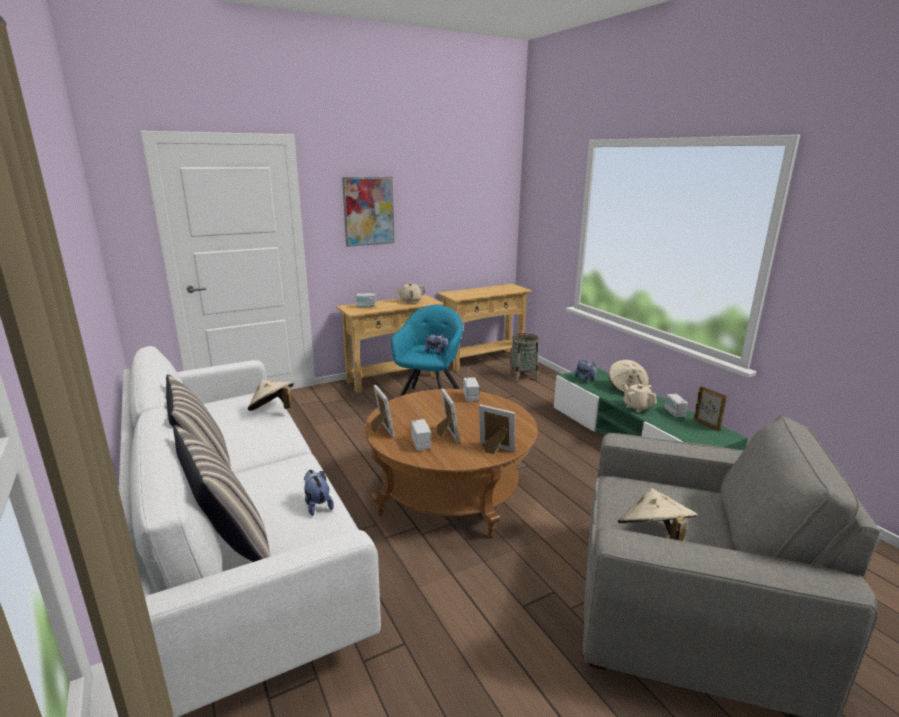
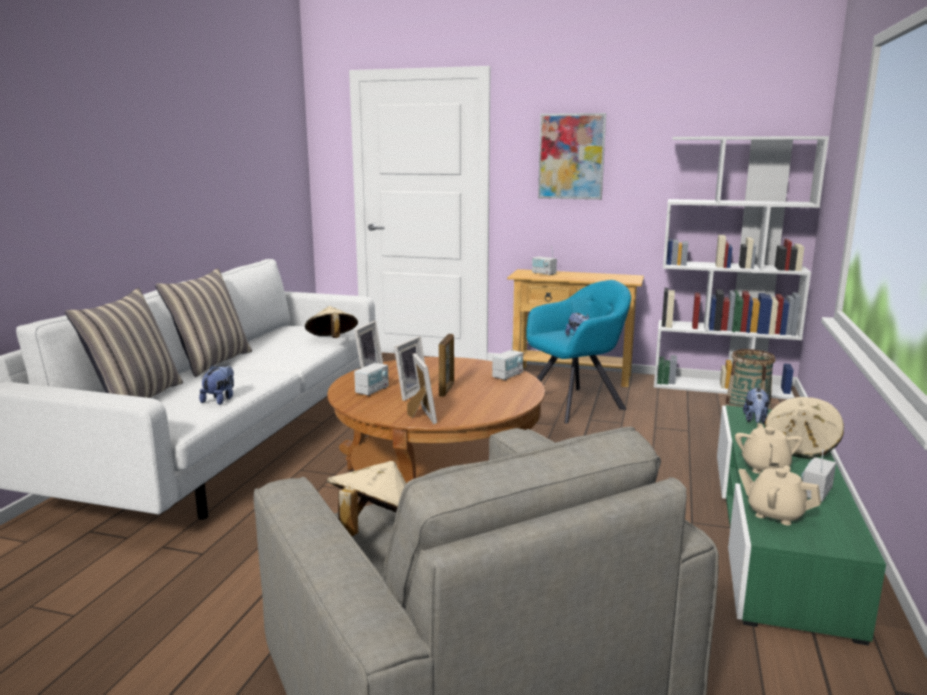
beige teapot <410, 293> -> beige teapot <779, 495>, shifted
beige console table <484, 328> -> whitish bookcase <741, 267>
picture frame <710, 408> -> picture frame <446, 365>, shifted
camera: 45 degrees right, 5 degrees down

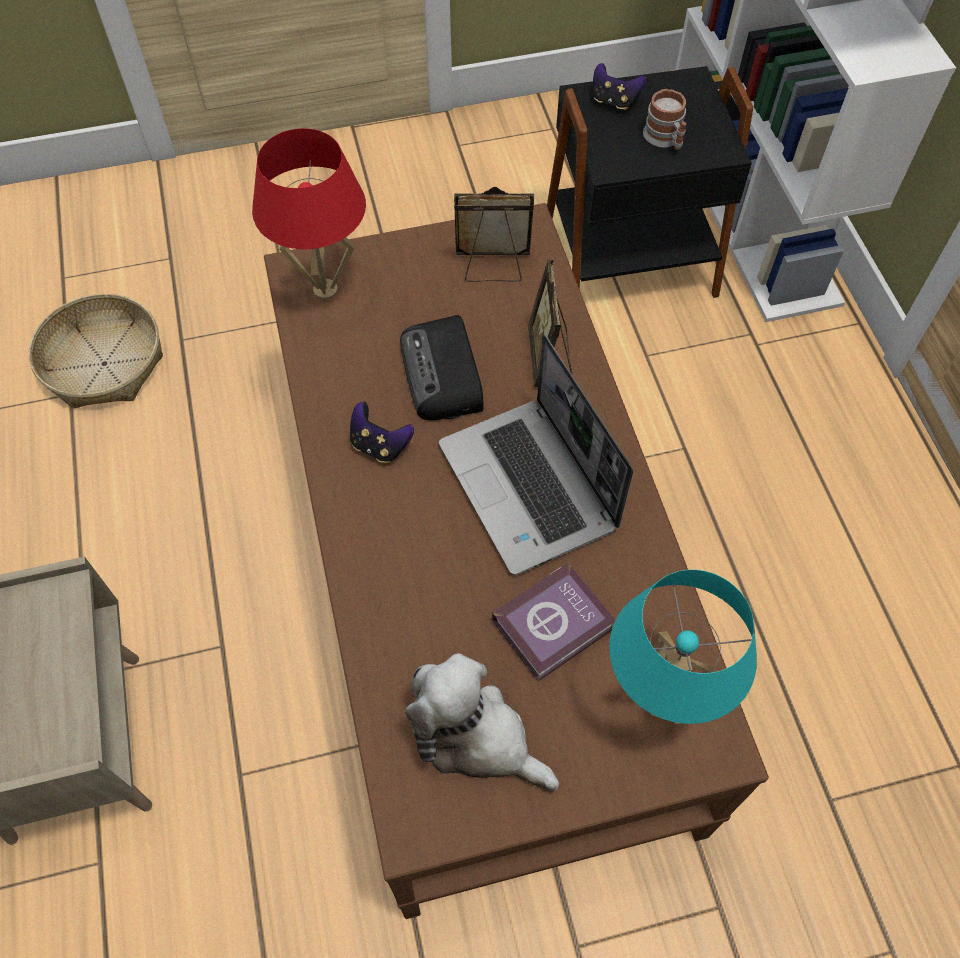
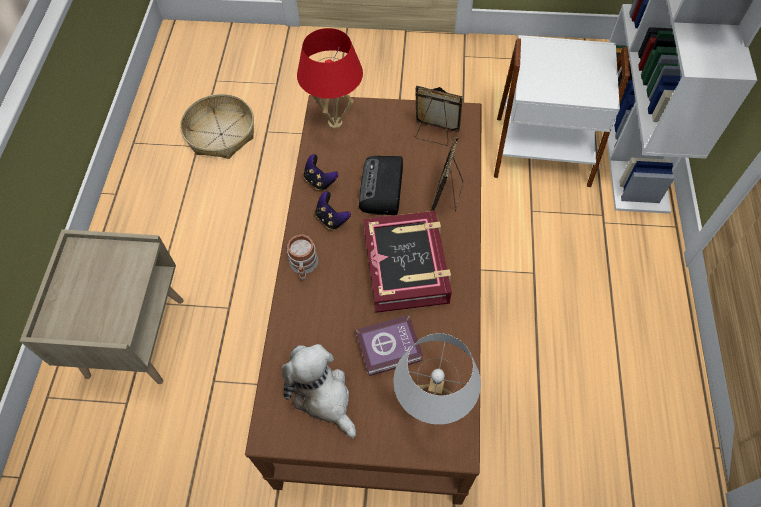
game controller <619, 86> -> game controller <321, 172>, shifted
black-coloured side table <650, 182> -> whitish side table <562, 111>
tea mug <664, 119> -> tea mug <302, 257>, shifted
laptop <536, 454> -> volume <407, 262>
blue-green tabletop lamp <683, 647> -> whitish tabletop lamp <437, 379>
camera: 20 degrees right, 0 degrees up

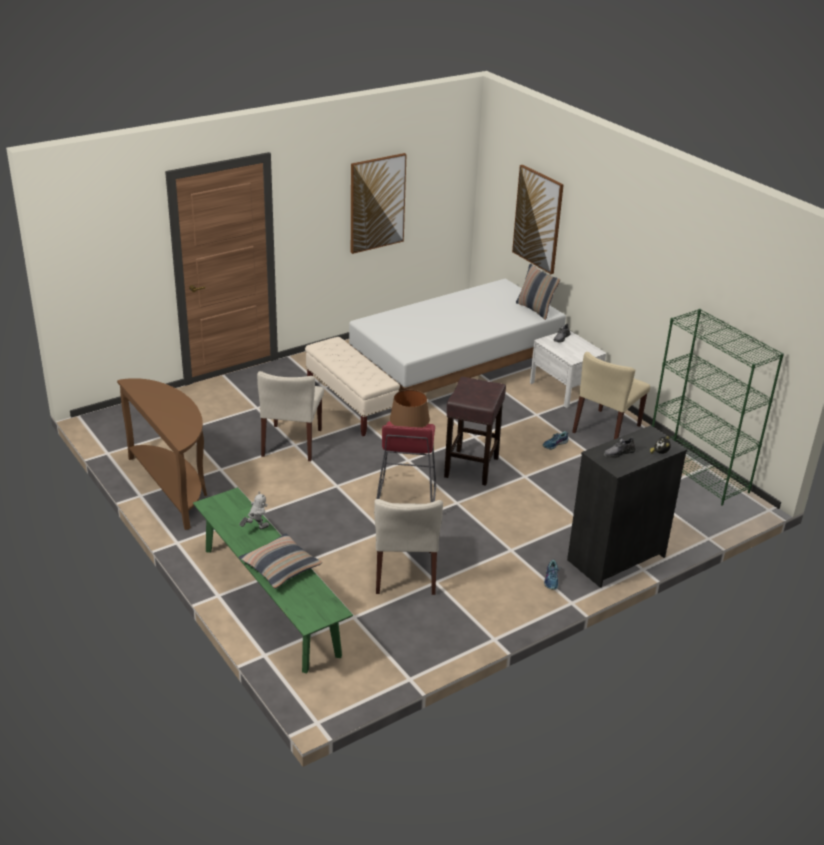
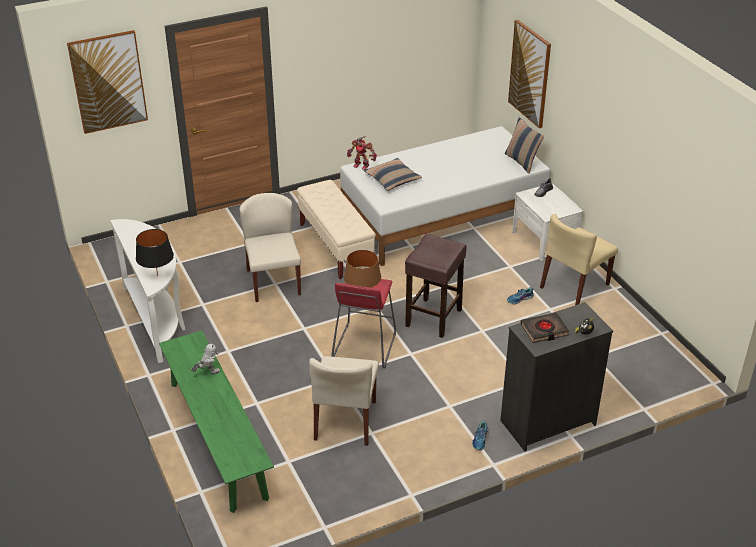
picture <379, 203> -> picture <107, 82>, shifted
greenish bookcase <718, 407> -> none
beige upright chair <290, 416> -> beige upright chair <270, 247>, 150 degrees clockwise
brown-coloured console table <162, 454> -> whitish console table <147, 291>
gray shoe <619, 447> -> black-coloured volume <544, 327>
pillow <281, 561> -> pillow <392, 174>, shifted
none -> model robot <362, 153>
none -> black-coloured tabletop lamp <155, 252>
camera: 10 degrees right, 5 degrees up

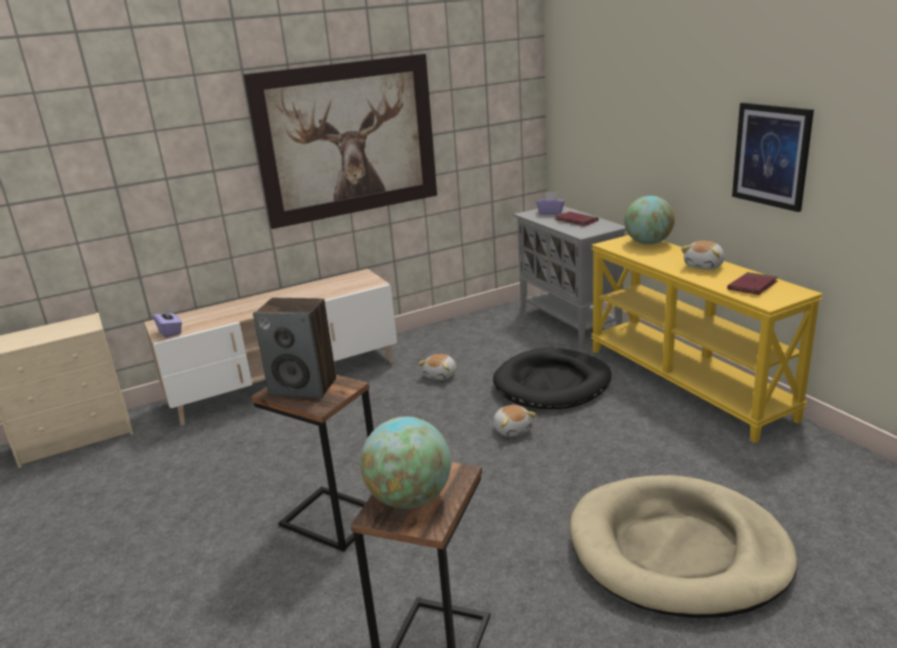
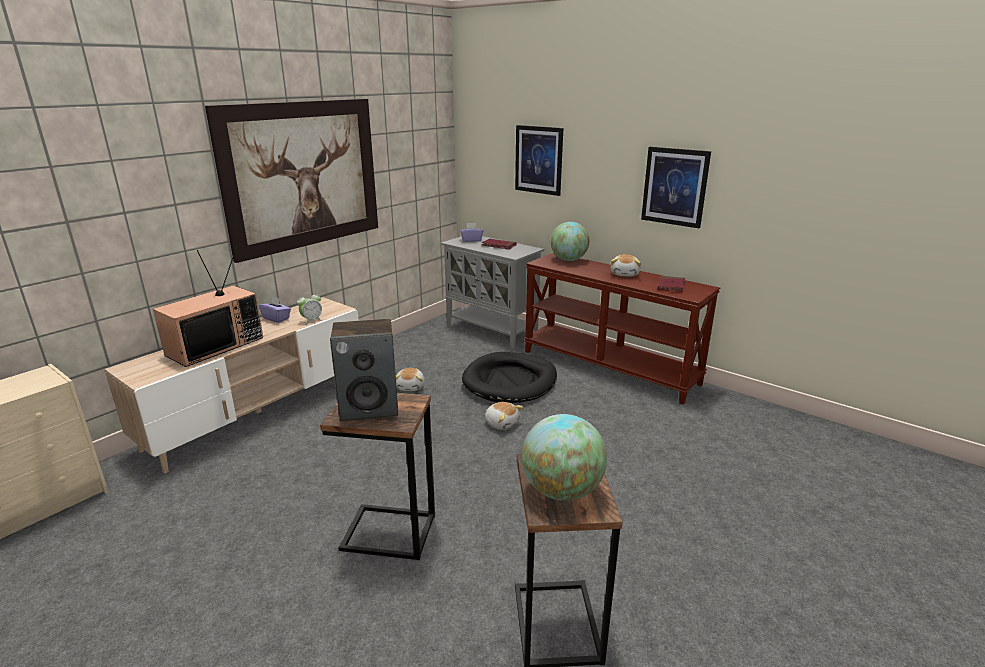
yellow-coloured console table <707, 339> -> brown-coloured console table <622, 329>
purplish box of tissues <167, 323> -> purplish box of tissues <275, 309>, shifted
beige pet bed <683, 546> -> none
none -> picture <539, 160>
none -> TV <208, 307>
none -> alarm clock <309, 308>
camera: 25 degrees left, 0 degrees up

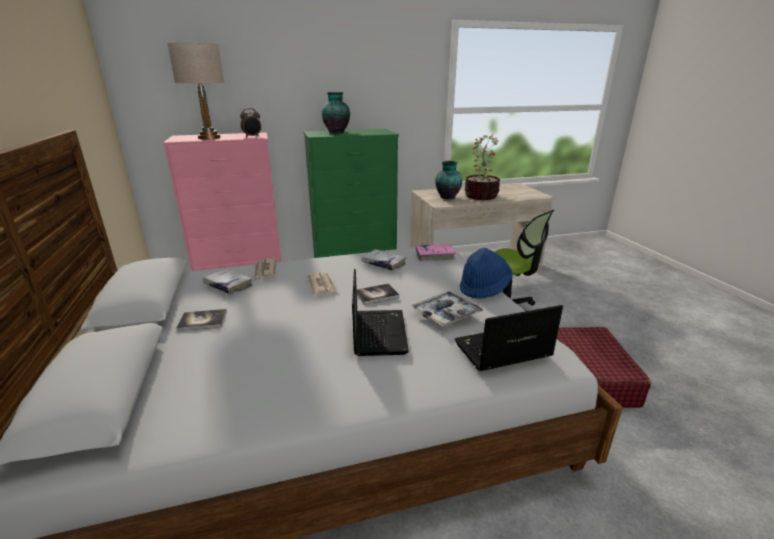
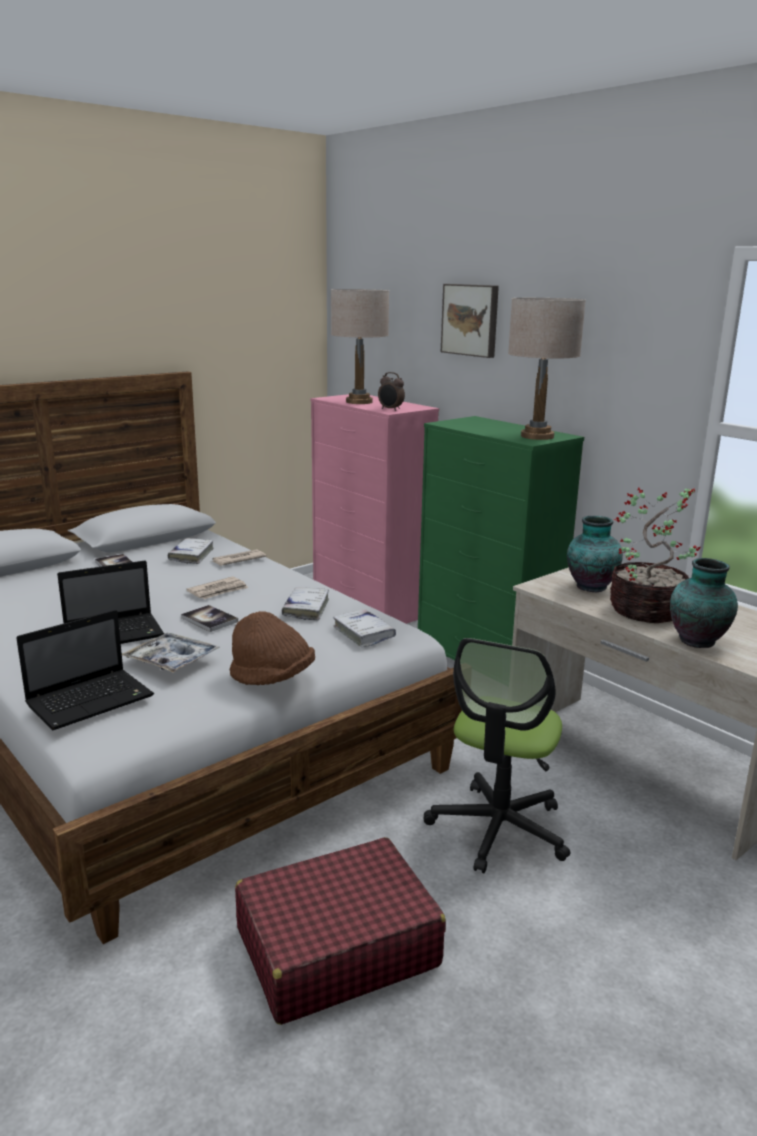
vase <336, 112> -> vase <704, 603>, shifted
pinkish volume <436, 252> -> whitish volume <364, 628>
blue wearable hat <486, 273> -> brown-coloured wearable hat <272, 648>
laptop <509, 338> -> laptop <85, 670>, 90 degrees clockwise
none -> picture <470, 321>
none -> beige tabletop lamp <547, 369>
camera: 65 degrees right, 5 degrees down

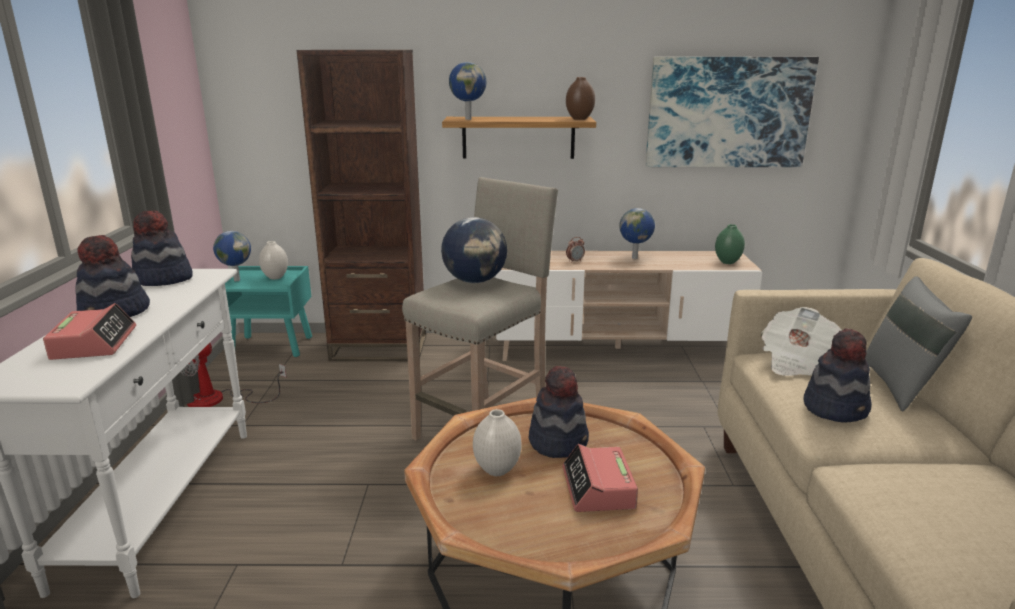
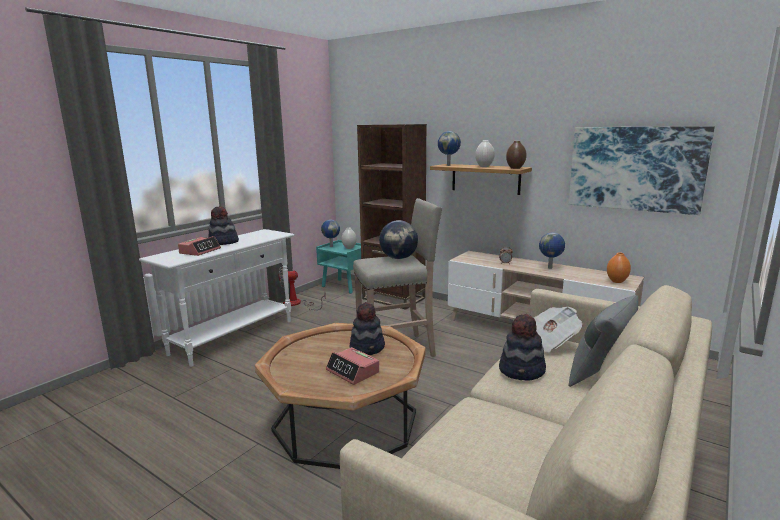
wearable hat <162, 248> -> none
greenish vase <730, 244> -> orange-coloured vase <619, 267>
whitish vase <497, 442> -> whitish vase <485, 153>, shifted
alarm clock <600, 478> -> alarm clock <352, 366>, 75 degrees counterclockwise
camera: 35 degrees right, 5 degrees down

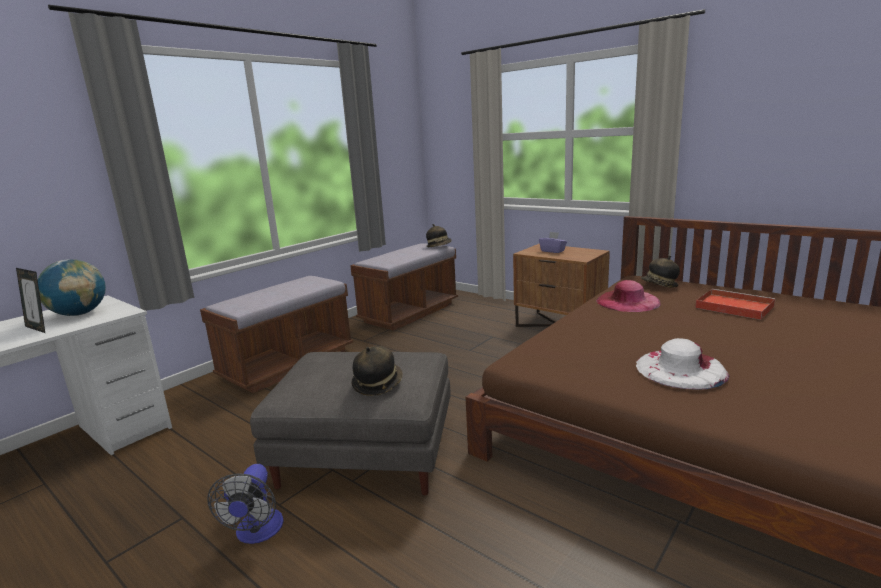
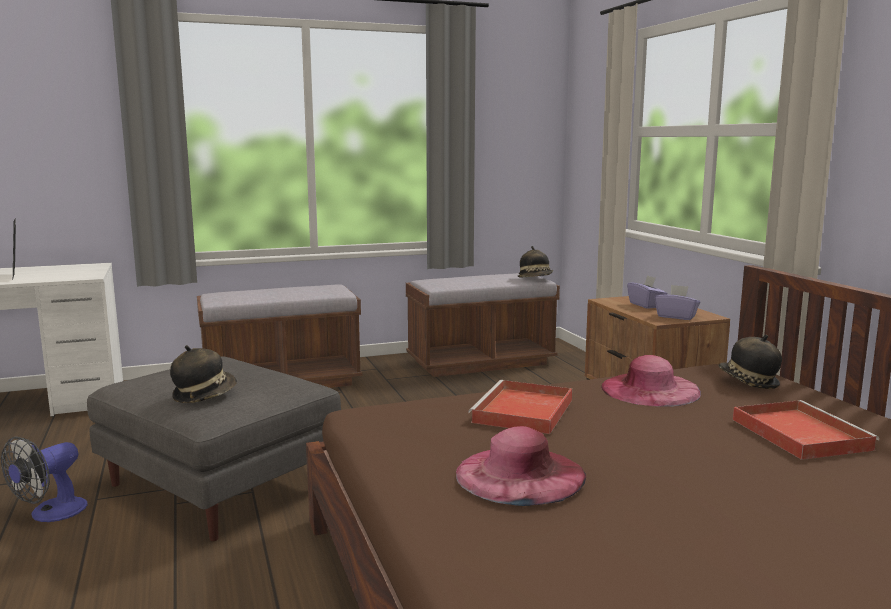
desk globe <72, 287> -> none
whitish wearable hat <682, 364> -> pinkish wearable hat <521, 466>
none -> purplish box of tissues <677, 302>
none -> red carrying tray <520, 407>
camera: 30 degrees right, 5 degrees down

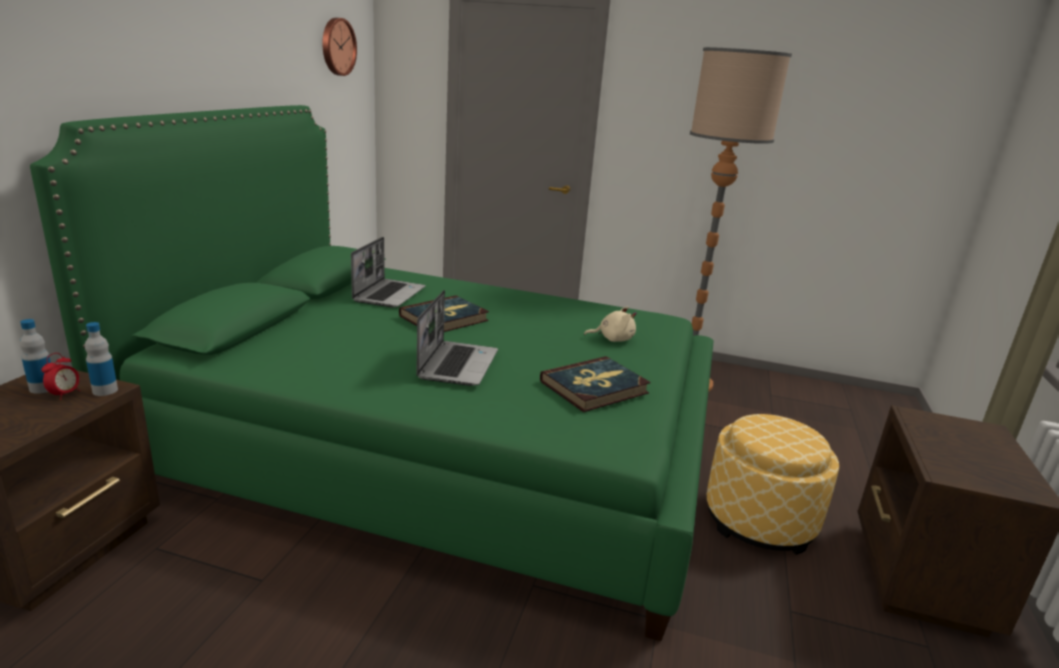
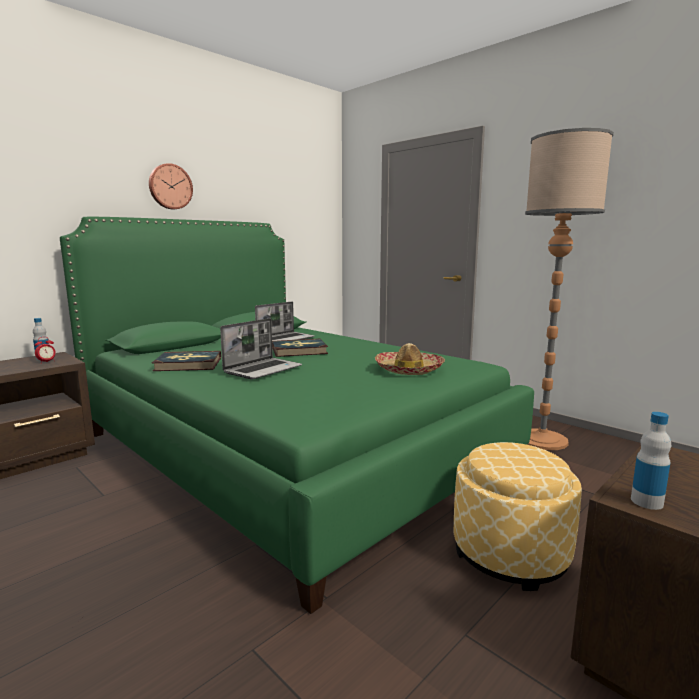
hanging clock <339, 47> -> hanging clock <171, 186>, shifted
beige cuddly toy <610, 324> -> wearable hat <410, 359>
bottle <101, 359> -> bottle <651, 461>, shifted
volume <595, 384> -> volume <186, 361>, shifted
camera: 30 degrees right, 10 degrees down

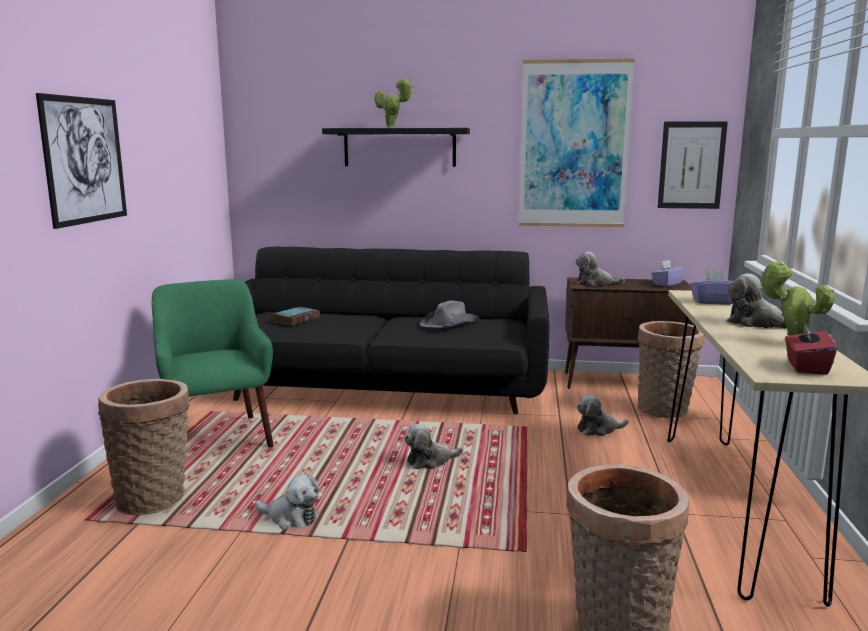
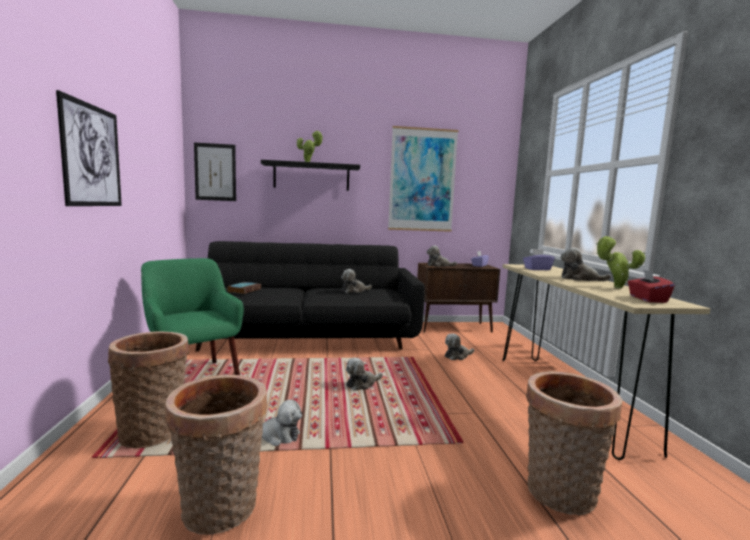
picture <693, 165> -> picture <215, 171>, shifted
gray wearable hat <450, 314> -> cuddly toy <356, 281>
basket <671, 369> -> basket <216, 455>, shifted
camera: 15 degrees left, 5 degrees down

